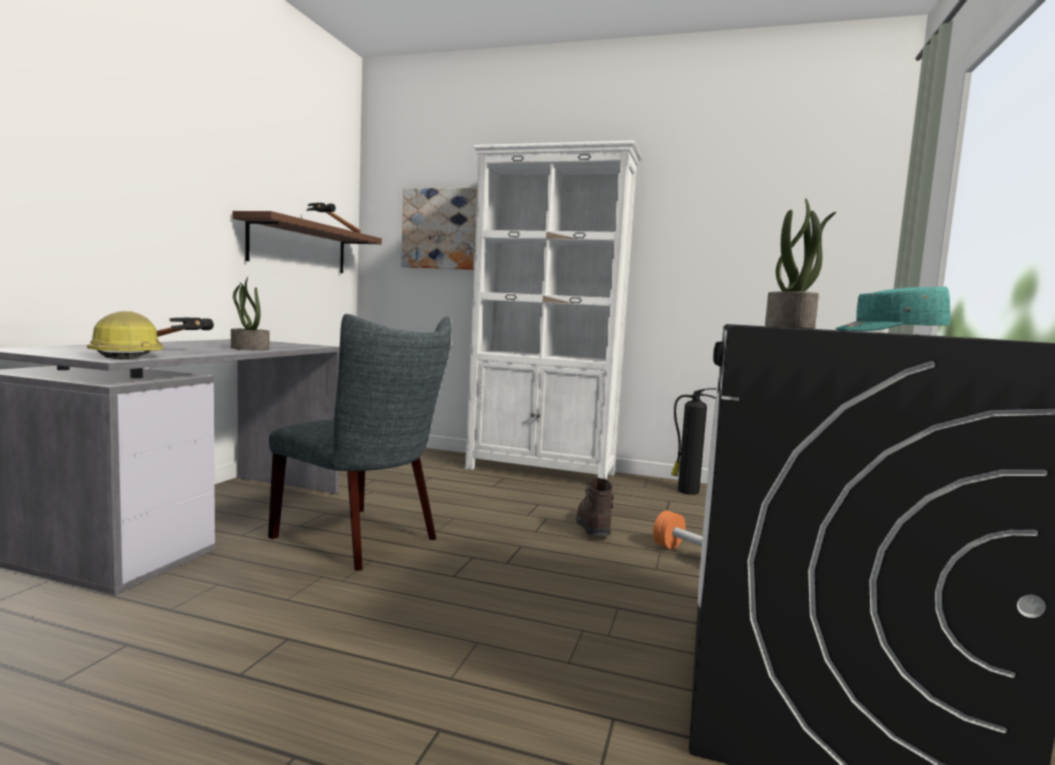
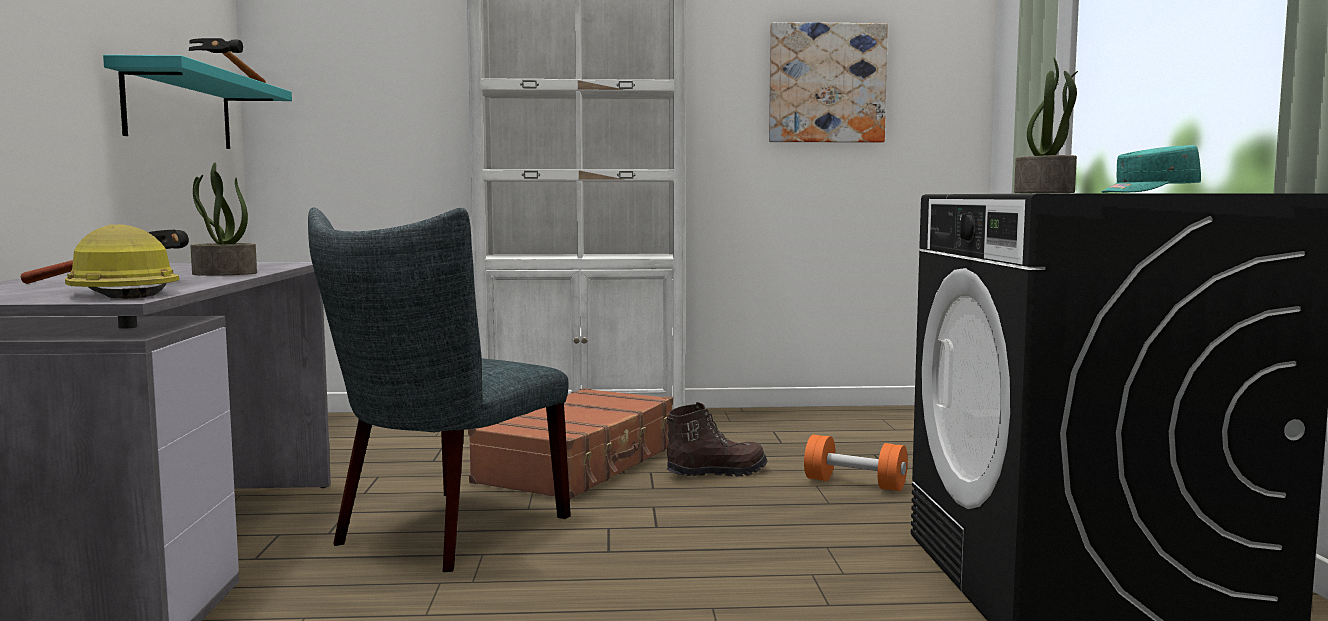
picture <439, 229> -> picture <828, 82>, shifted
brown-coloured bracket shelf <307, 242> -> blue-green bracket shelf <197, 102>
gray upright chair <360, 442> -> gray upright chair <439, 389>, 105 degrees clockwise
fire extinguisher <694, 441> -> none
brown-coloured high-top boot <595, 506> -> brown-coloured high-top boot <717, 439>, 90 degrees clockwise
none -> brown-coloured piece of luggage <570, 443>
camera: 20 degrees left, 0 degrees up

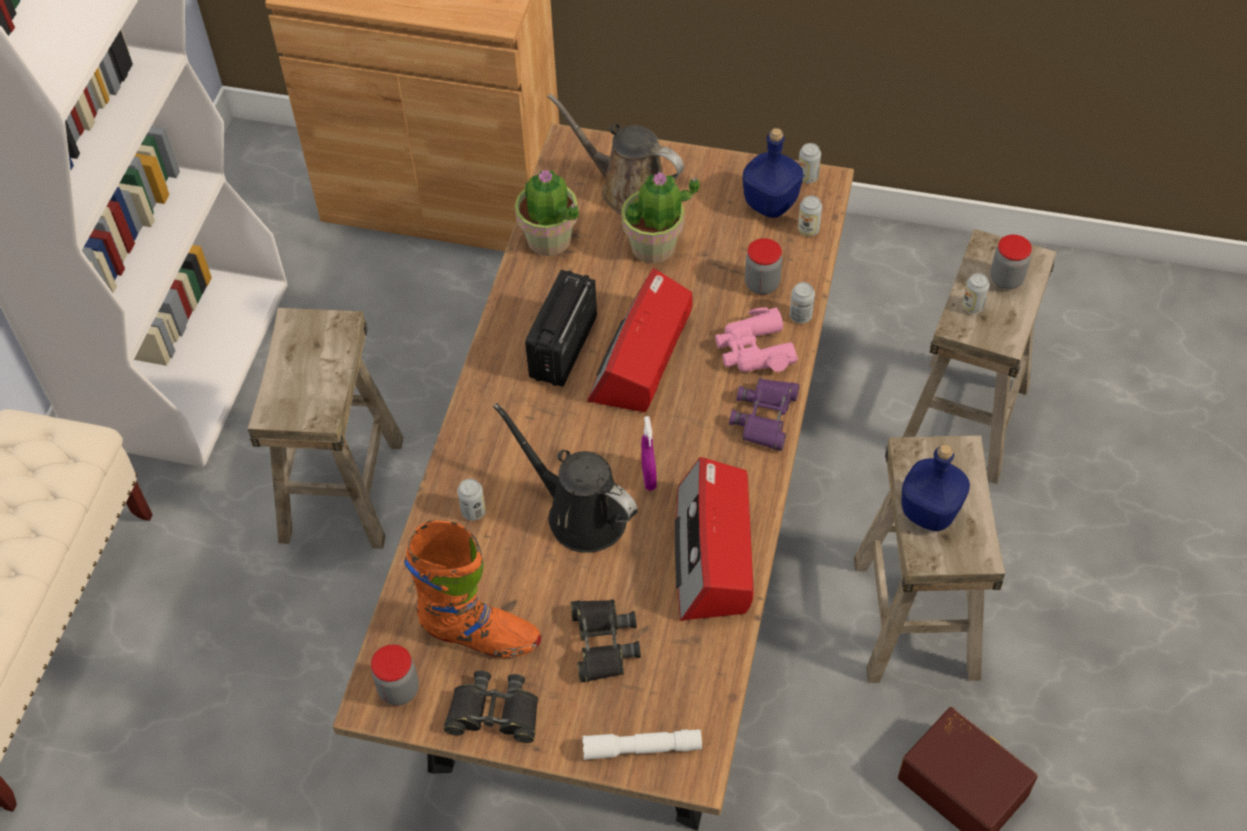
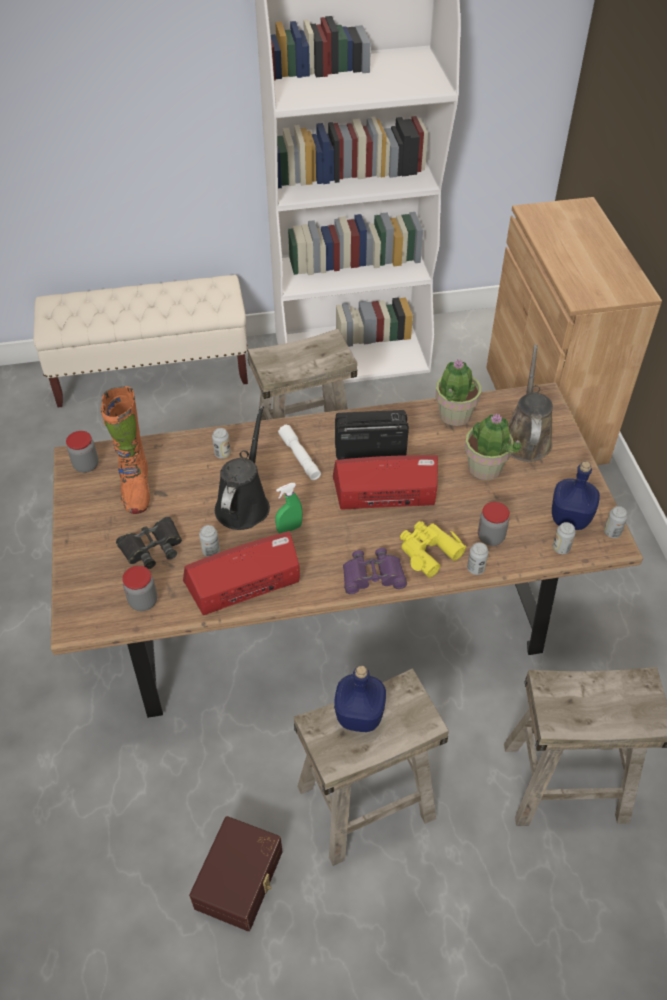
preserve jar <1011, 262> -> preserve jar <139, 588>, shifted
sealed can <976, 293> -> sealed can <209, 541>, shifted
pinkish binoculars <756, 339> -> yellow-coloured binoculars <433, 549>
purplish sprayer <649, 453> -> greenish sprayer <289, 508>
black-coloured binoculars <491, 707> -> none
whitish torch <642, 744> -> whitish torch <299, 452>, shifted
camera: 65 degrees right, 5 degrees down

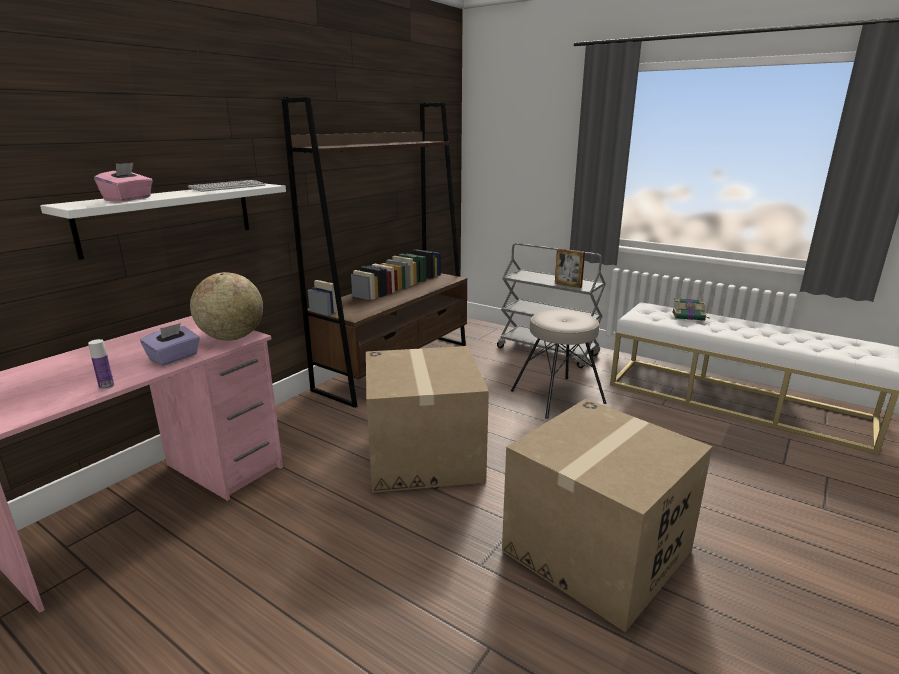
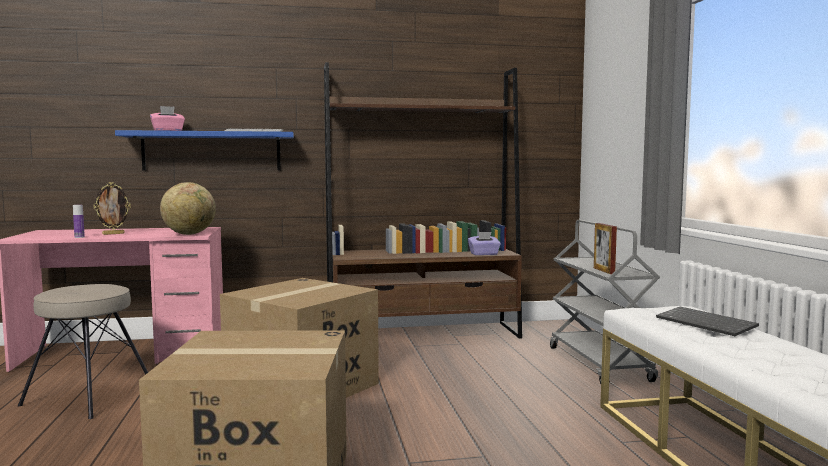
whitish bracket shelf <163, 222> -> blue bracket shelf <204, 150>
volume <691, 309> -> keyboard <707, 321>
beige sitting stool <559, 364> -> beige sitting stool <83, 351>, shifted
purplish box of tissues <170, 344> -> purplish box of tissues <484, 243>, shifted
none -> picture frame <112, 208>
camera: 45 degrees right, 15 degrees down

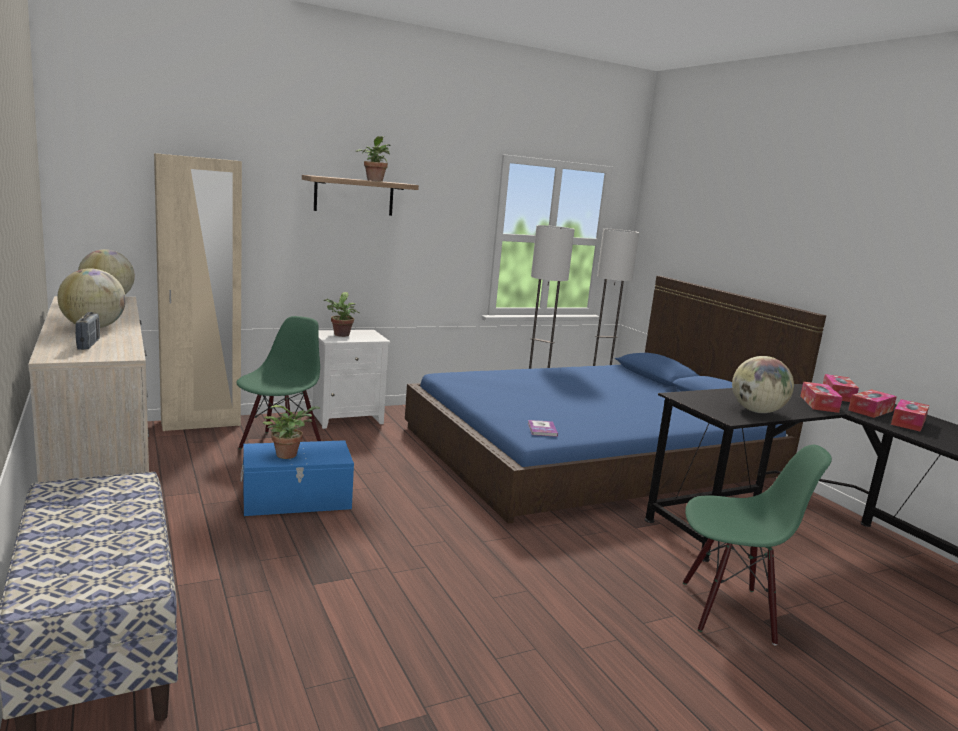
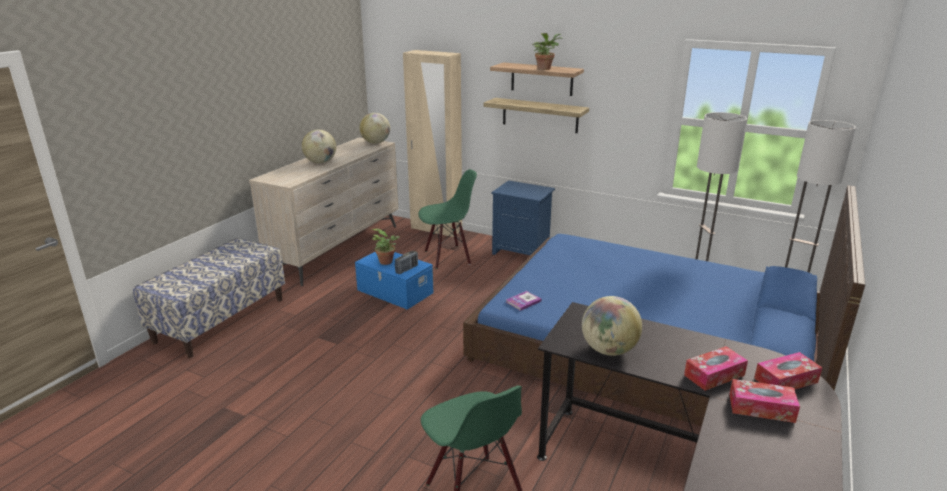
houseplant <341, 314> -> none
radio set <87, 331> -> radio set <406, 262>, shifted
whitish nightstand <351, 379> -> blue nightstand <523, 217>
box of tissues <910, 415> -> none
none -> bracket shelf <536, 115>
camera: 55 degrees right, 10 degrees up

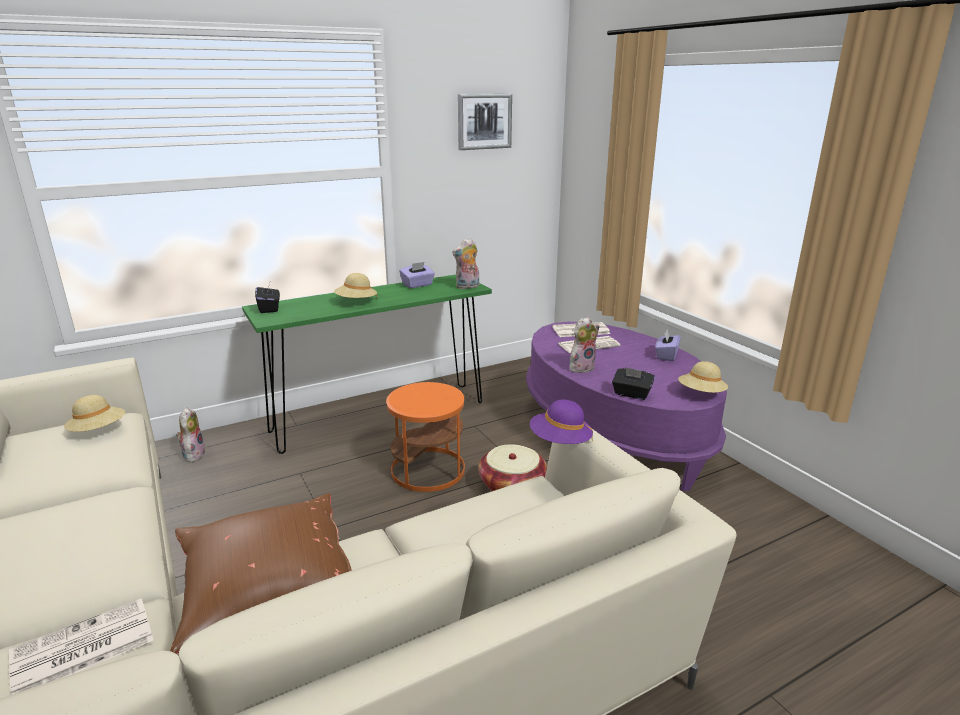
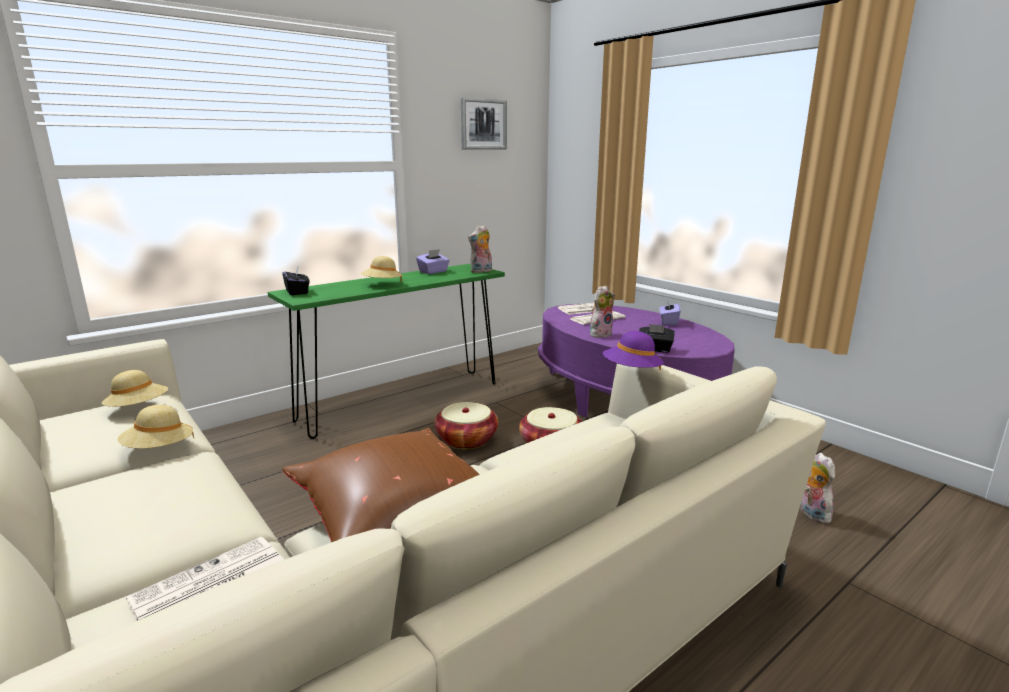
beige wearable hat <703, 377> -> beige wearable hat <155, 427>, shifted
orange-coloured side table <425, 437> -> basket <466, 426>
cuddly toy <191, 434> -> cuddly toy <817, 488>, shifted
camera: 10 degrees left, 5 degrees down

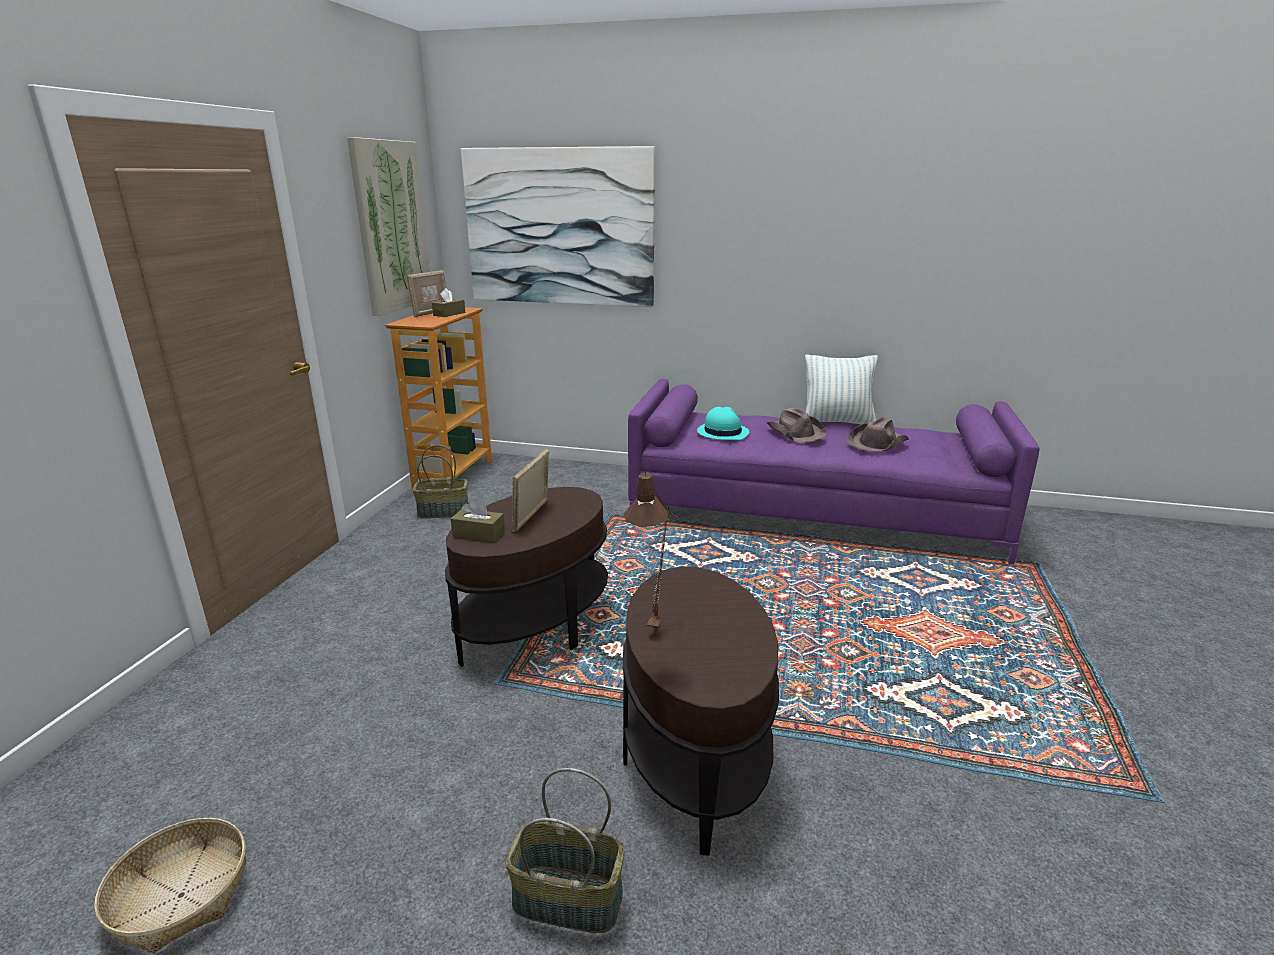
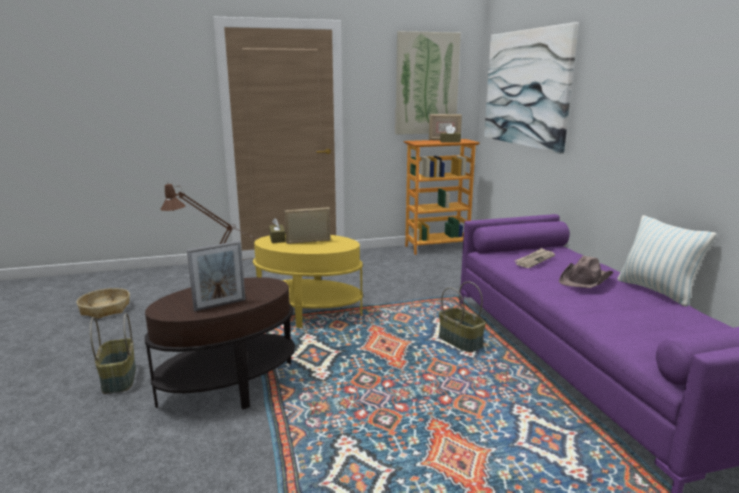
blue-green wearable hat <723, 423> -> daily paper <535, 258>
brown-coloured wearable hat <878, 434> -> none
basket <441, 481> -> basket <462, 317>, shifted
brown-coloured side table <526, 577> -> yellow-coloured side table <308, 281>
none -> picture frame <216, 276>
camera: 60 degrees right, 5 degrees down

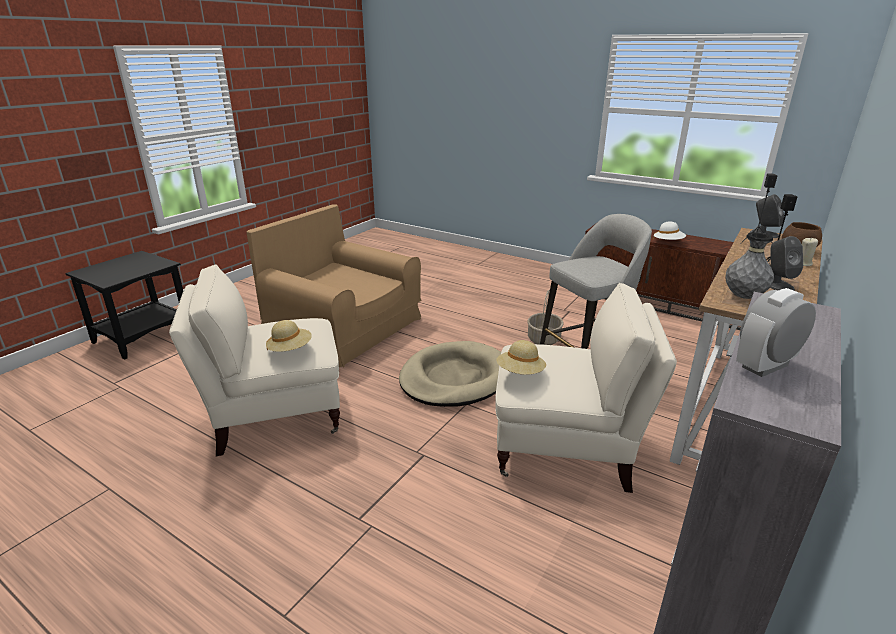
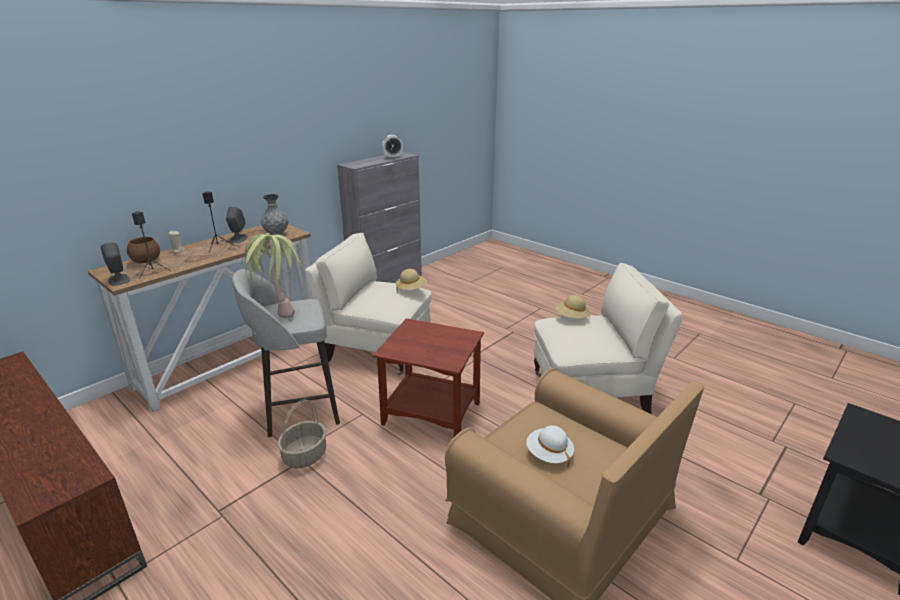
whitish wearable hat <669, 230> -> whitish wearable hat <550, 446>, shifted
beige pet bed <450, 374> -> brown-coloured side table <428, 377>
none -> houseplant <271, 275>
camera: 170 degrees left, 0 degrees up

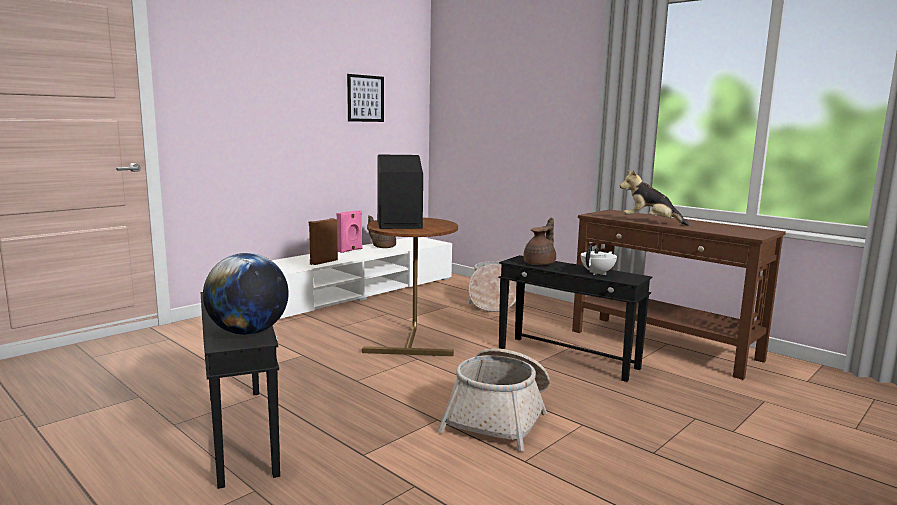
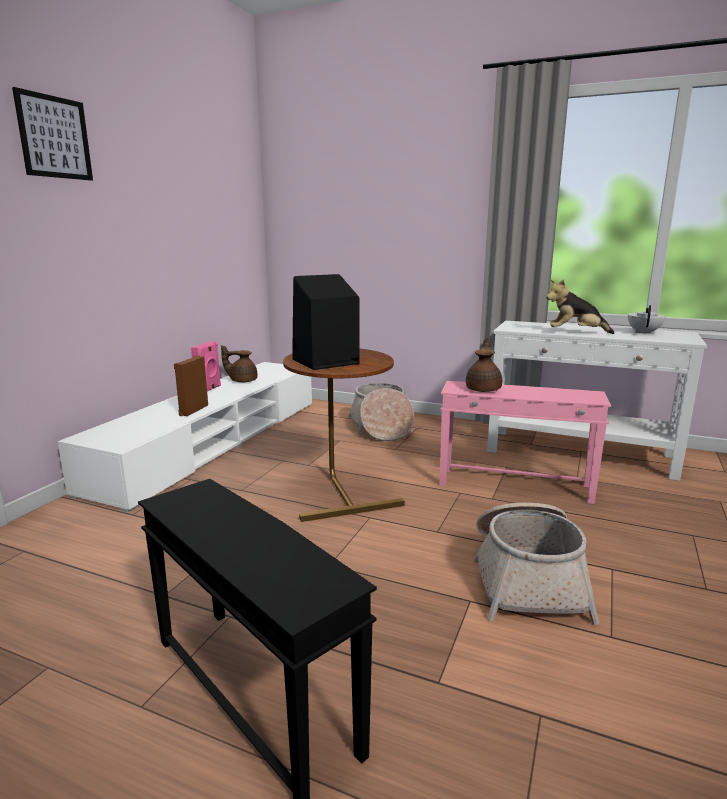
picture <365, 98> -> picture <52, 134>, shifted
brown-coloured console table <679, 294> -> whitish console table <597, 401>
whitish teapot <599, 260> -> whitish teapot <647, 319>, shifted
desk globe <246, 294> -> none
black-coloured side table <576, 318> -> pinkish side table <525, 442>
camera: 20 degrees left, 5 degrees up

